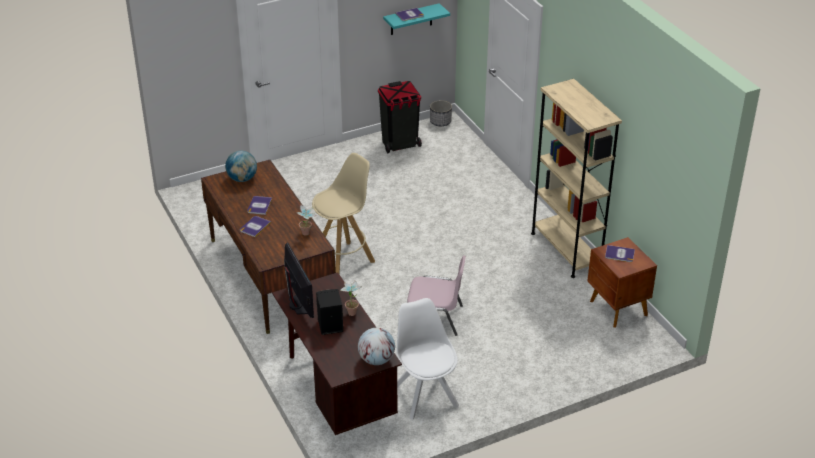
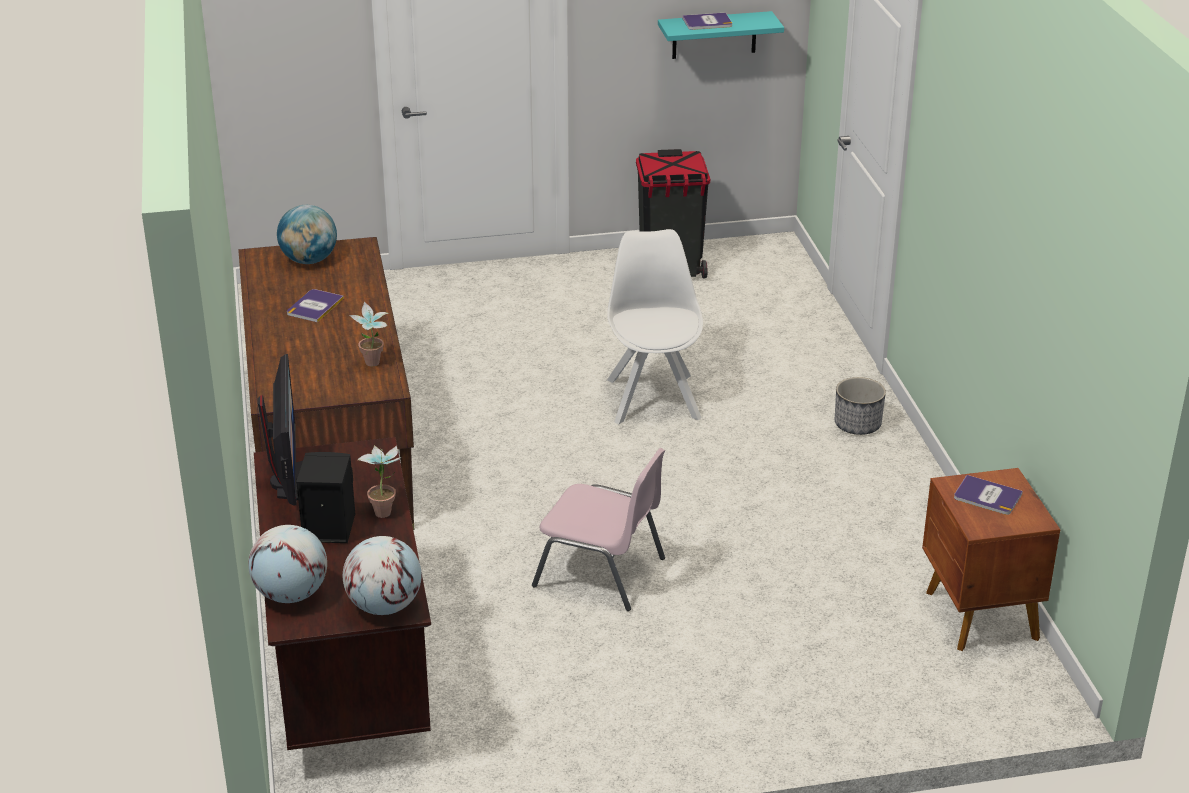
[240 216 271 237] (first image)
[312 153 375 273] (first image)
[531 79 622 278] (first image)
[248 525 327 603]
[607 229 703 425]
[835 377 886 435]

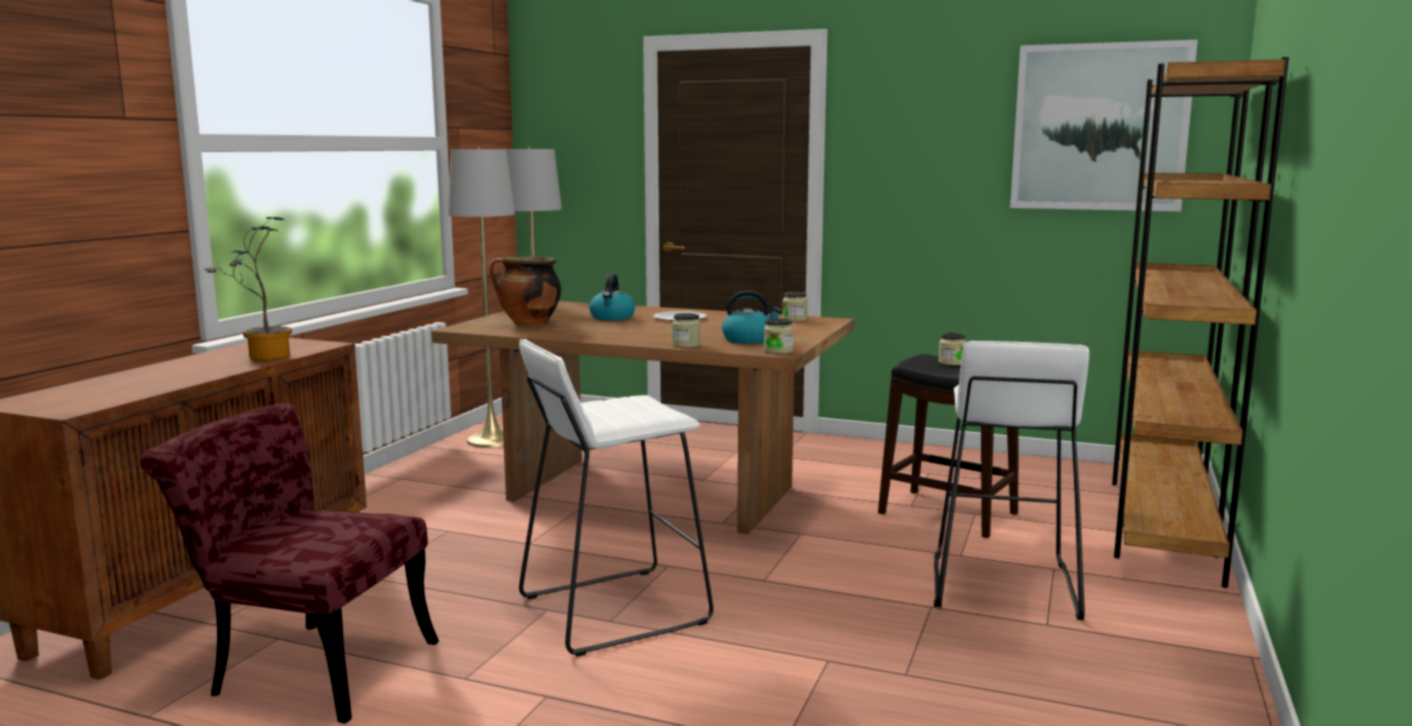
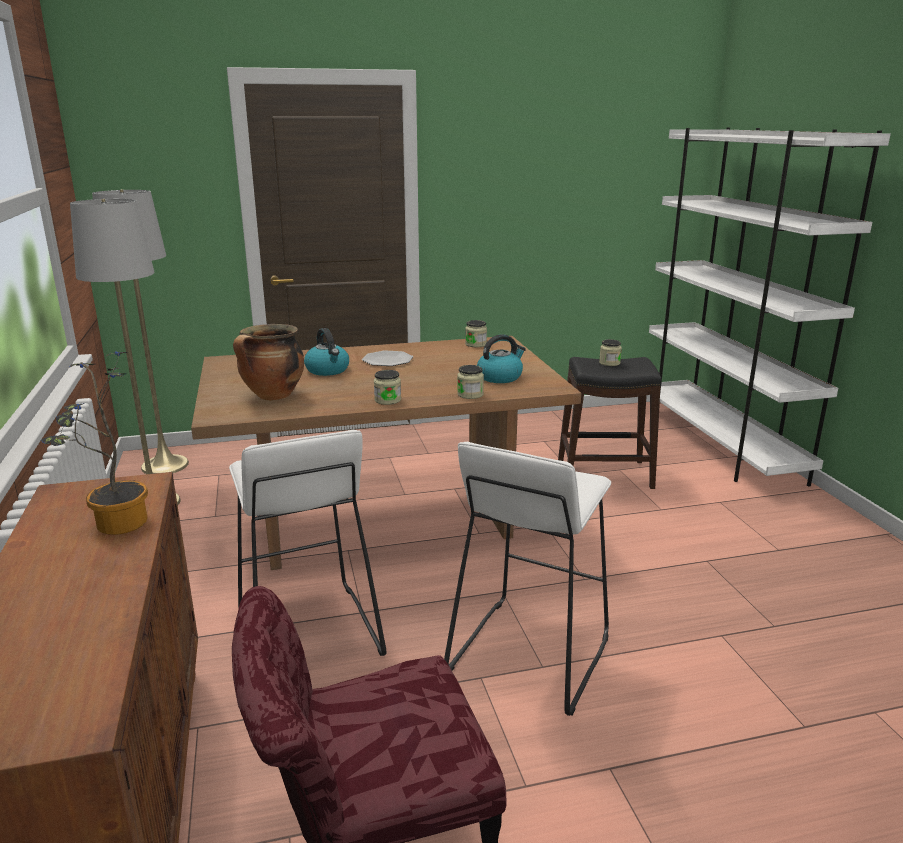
[1010 40 1198 211] (first image)
[374 370 401 405]
[229 430 386 656]
[649 127 891 487]

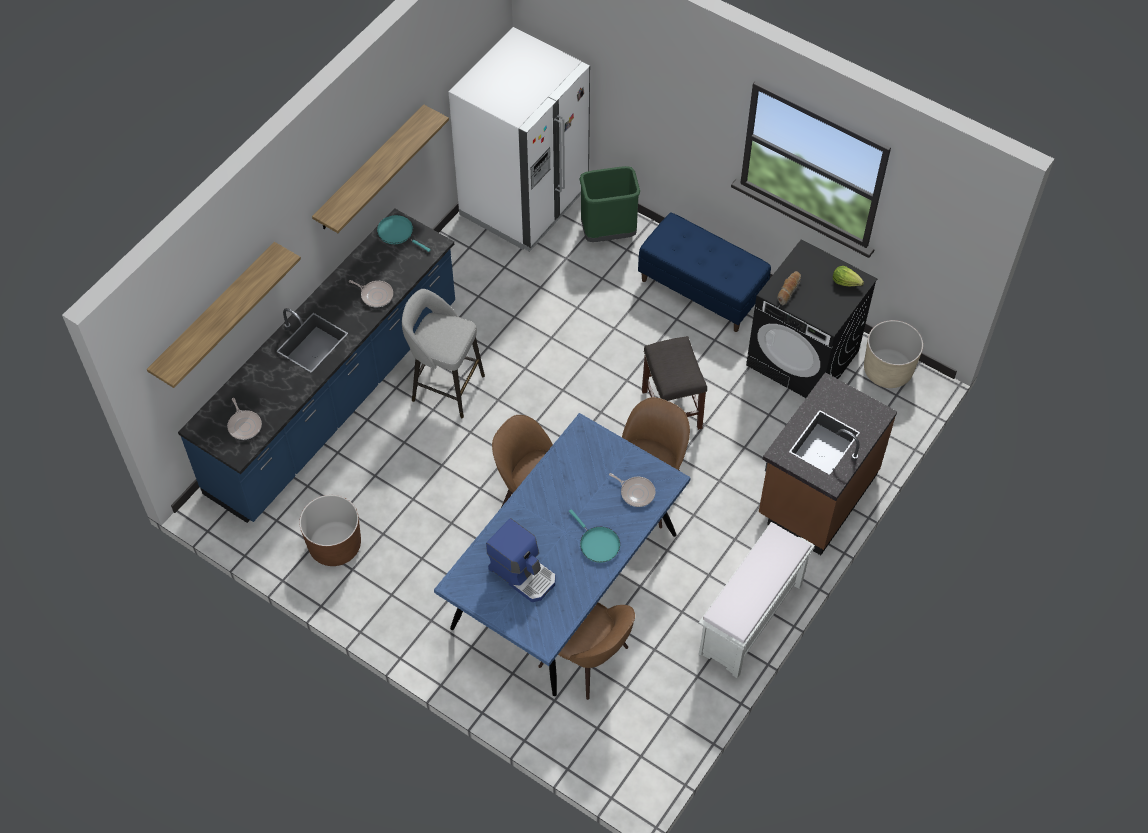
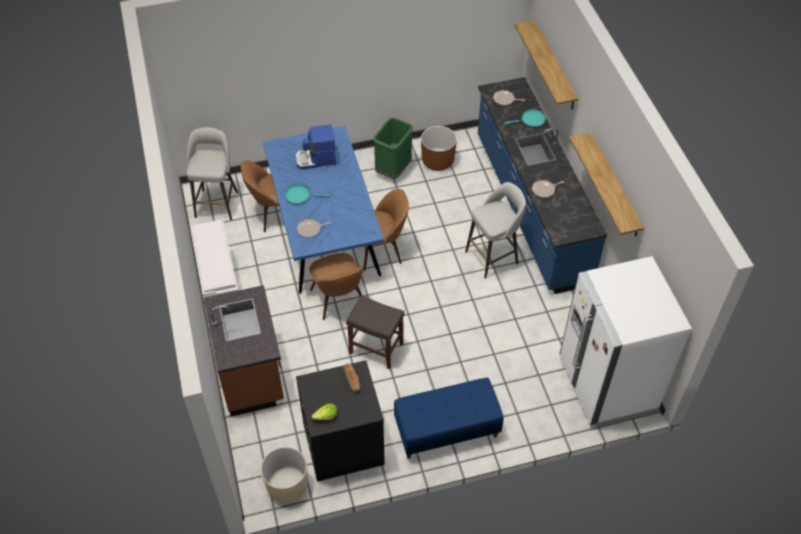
[186 127 239 220]
[504 109 546 127]
[373 118 413 179]

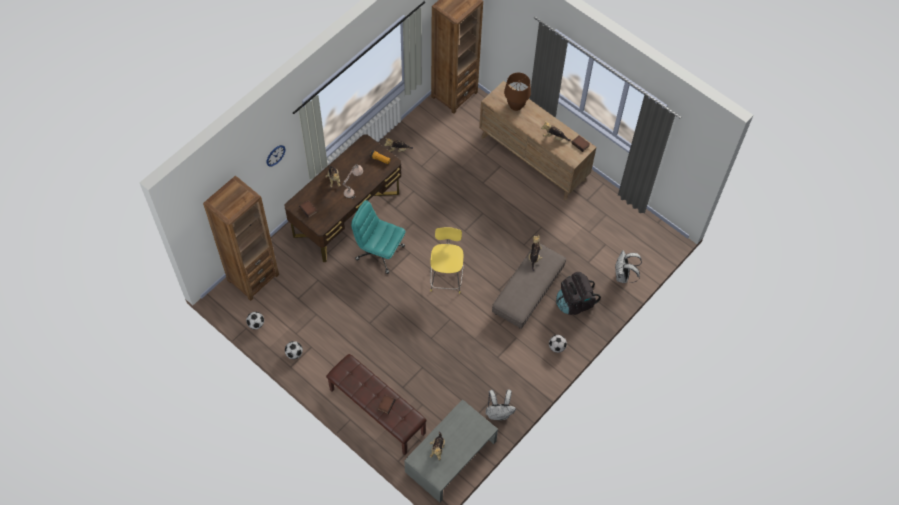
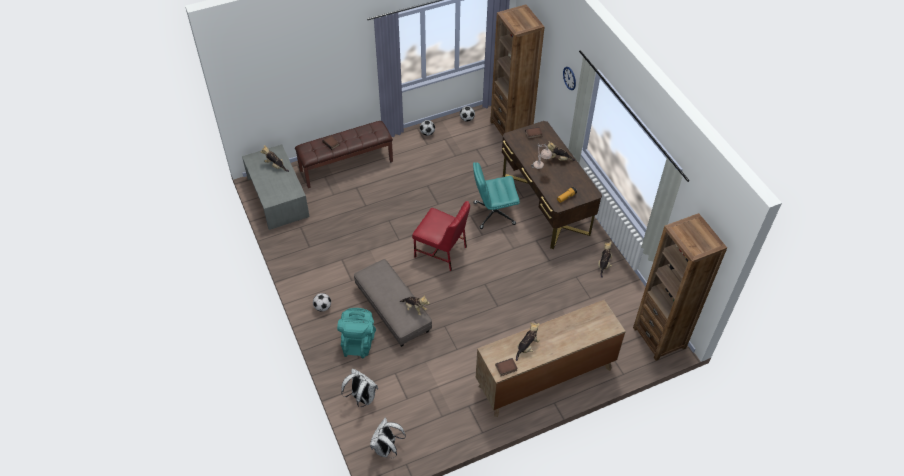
[504 73 531 111] (first image)
[370 417 406 458]
[412 201 470 271]
[337 308 376 358]
[473 162 520 229]

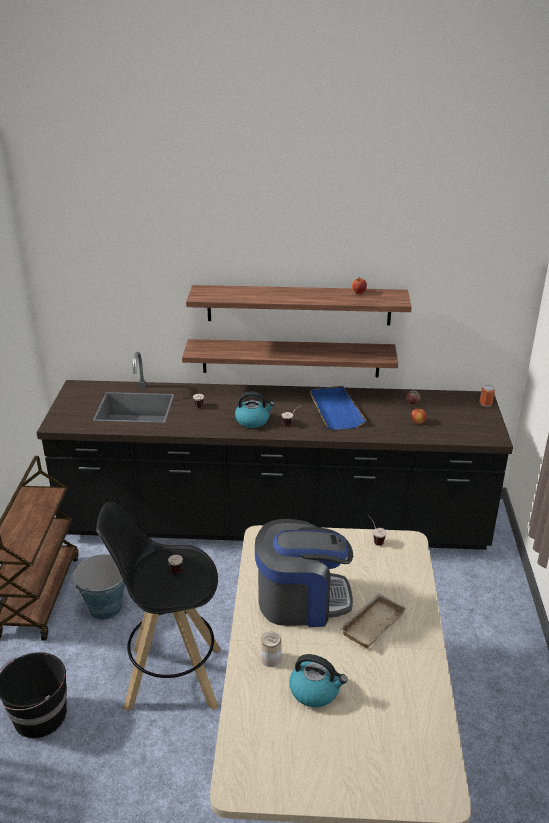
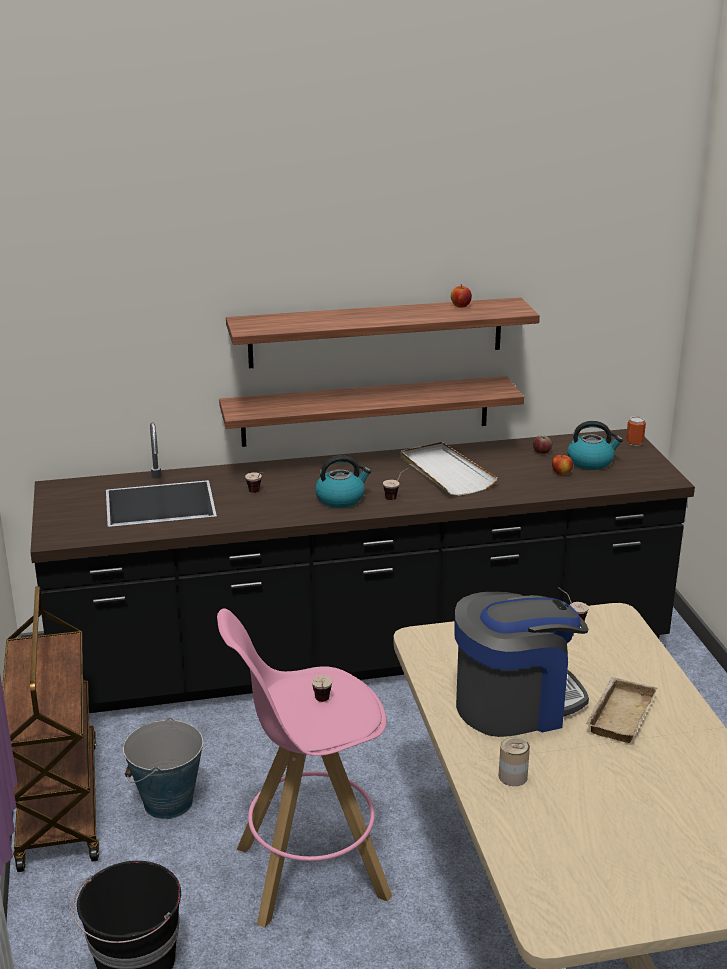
[567 421 623 470]
[217 608 392 928]
[400 442 498 496]

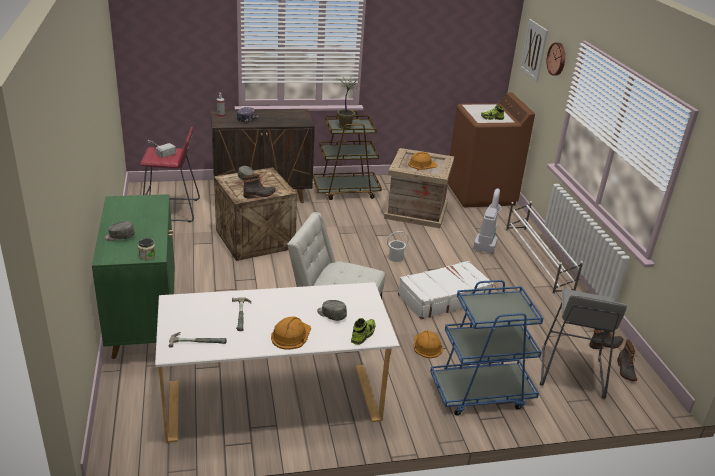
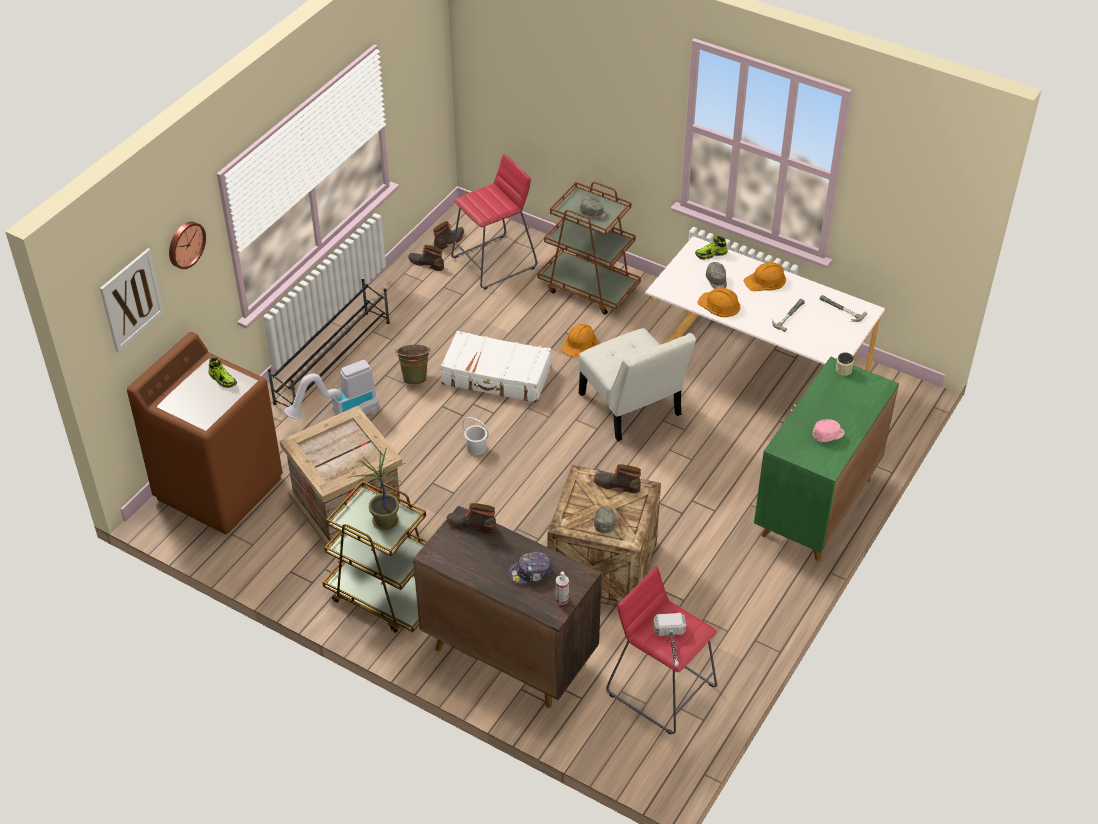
[395 345 431 385]
[447 503 496 533]
[812 419 844 442]
[580 197 608 219]
[697 288 740 317]
[538 182 641 315]
[268 279 390 407]
[451 154 537 289]

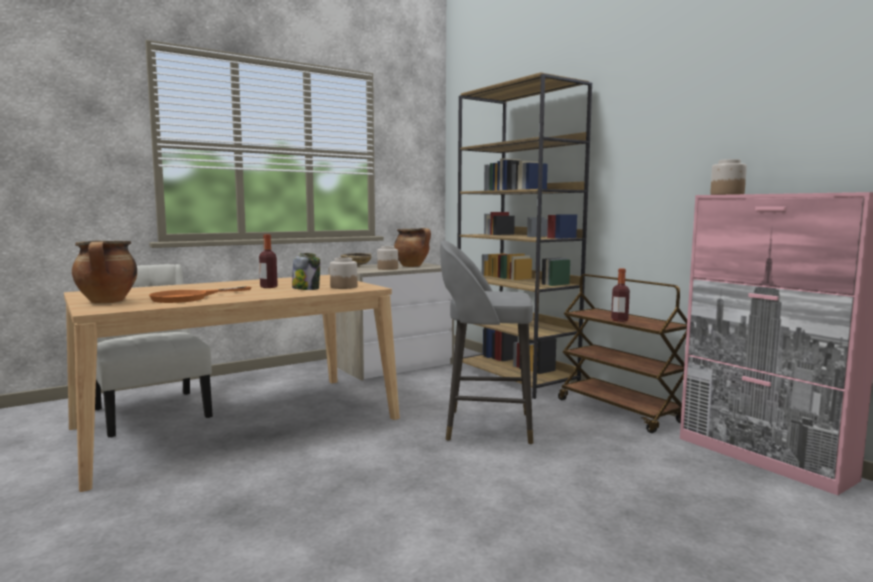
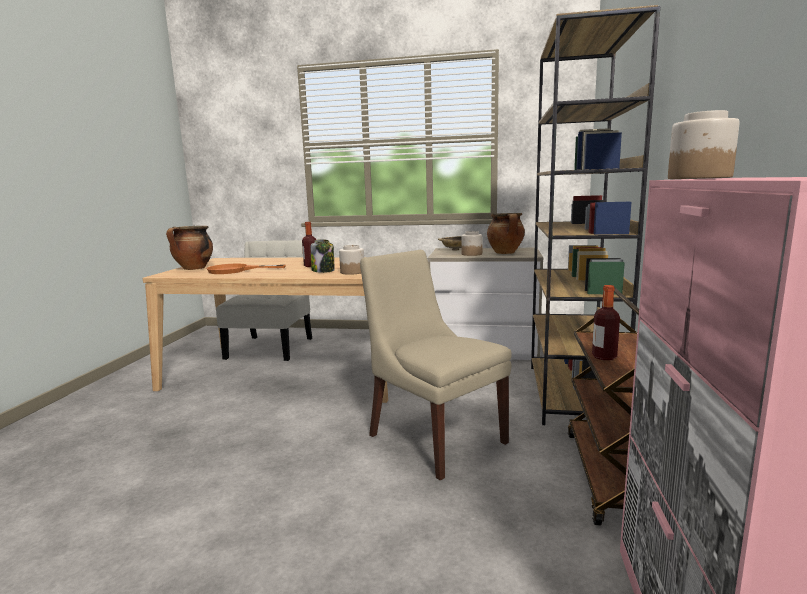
[360 250 512 481]

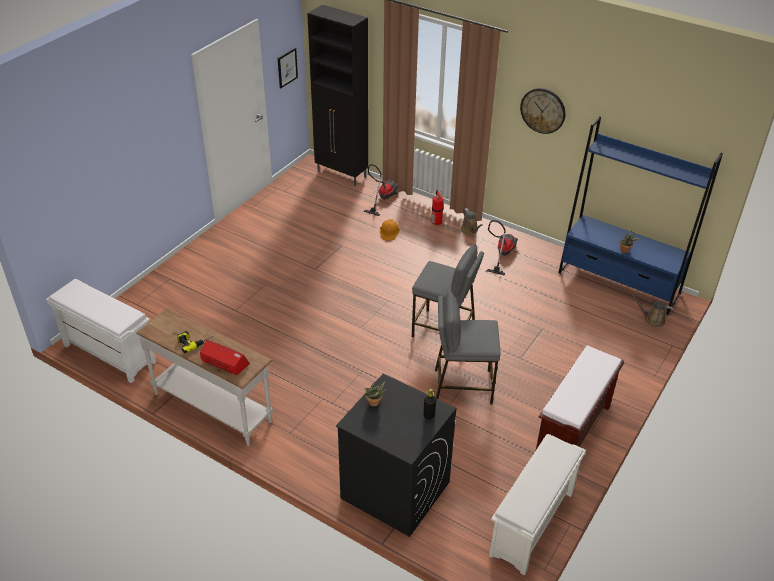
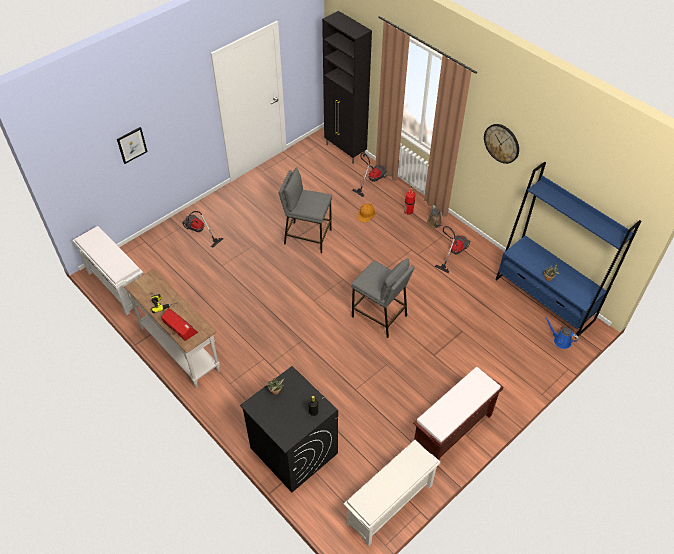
[182 211 223 248]
[117 127 147 164]
[279 167 332 253]
[545 317 579 349]

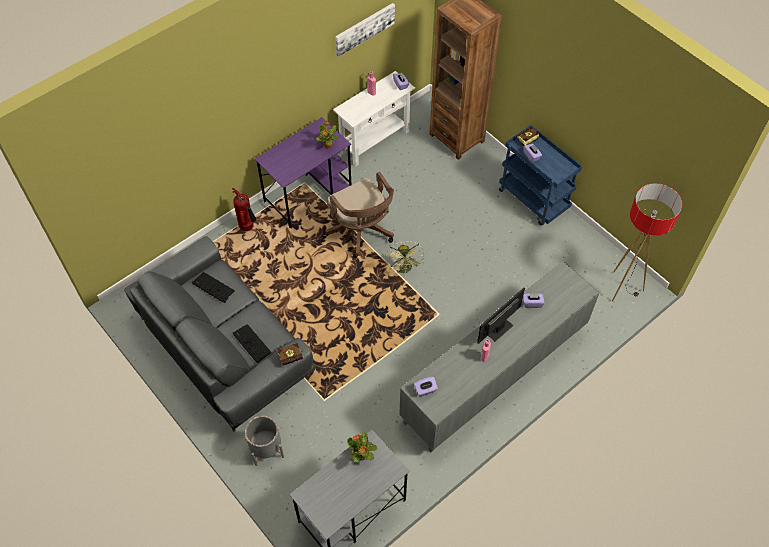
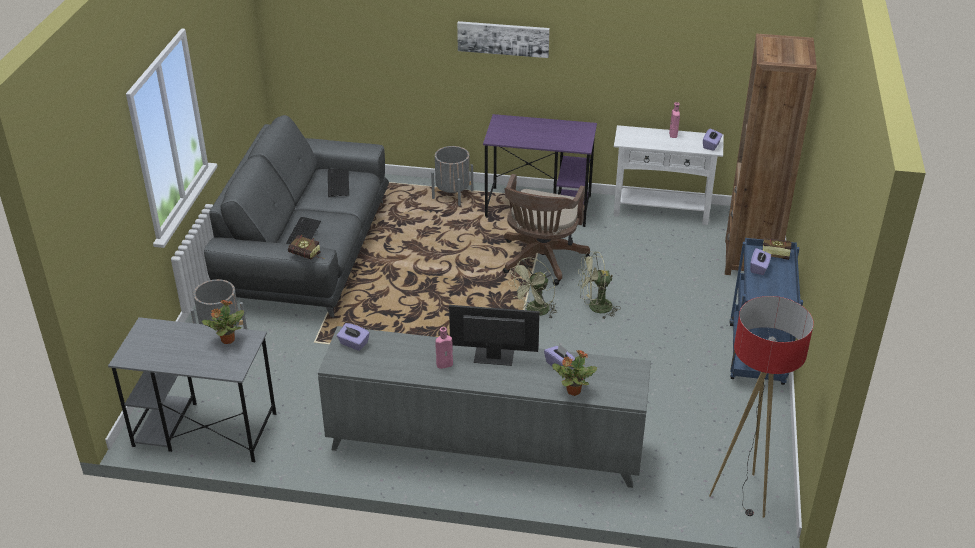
[578 252 621 319]
[552 350 597 396]
[457 21 550 58]
[431 146 473 206]

